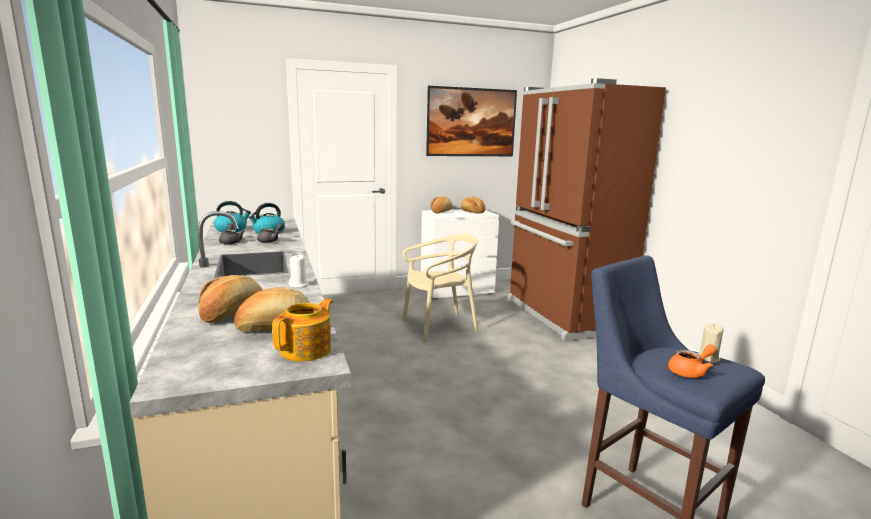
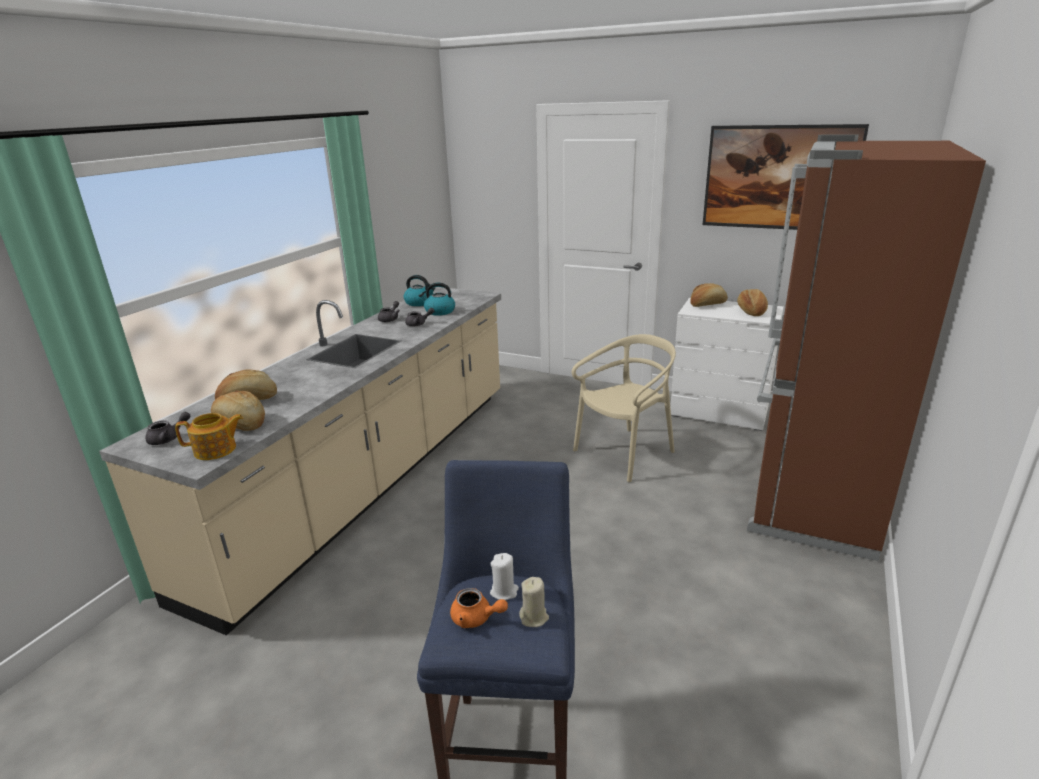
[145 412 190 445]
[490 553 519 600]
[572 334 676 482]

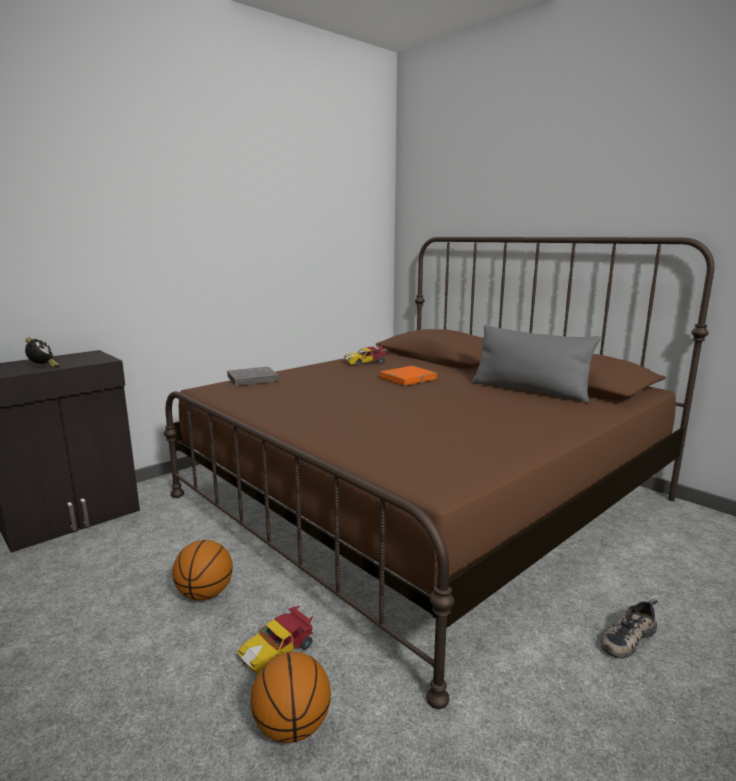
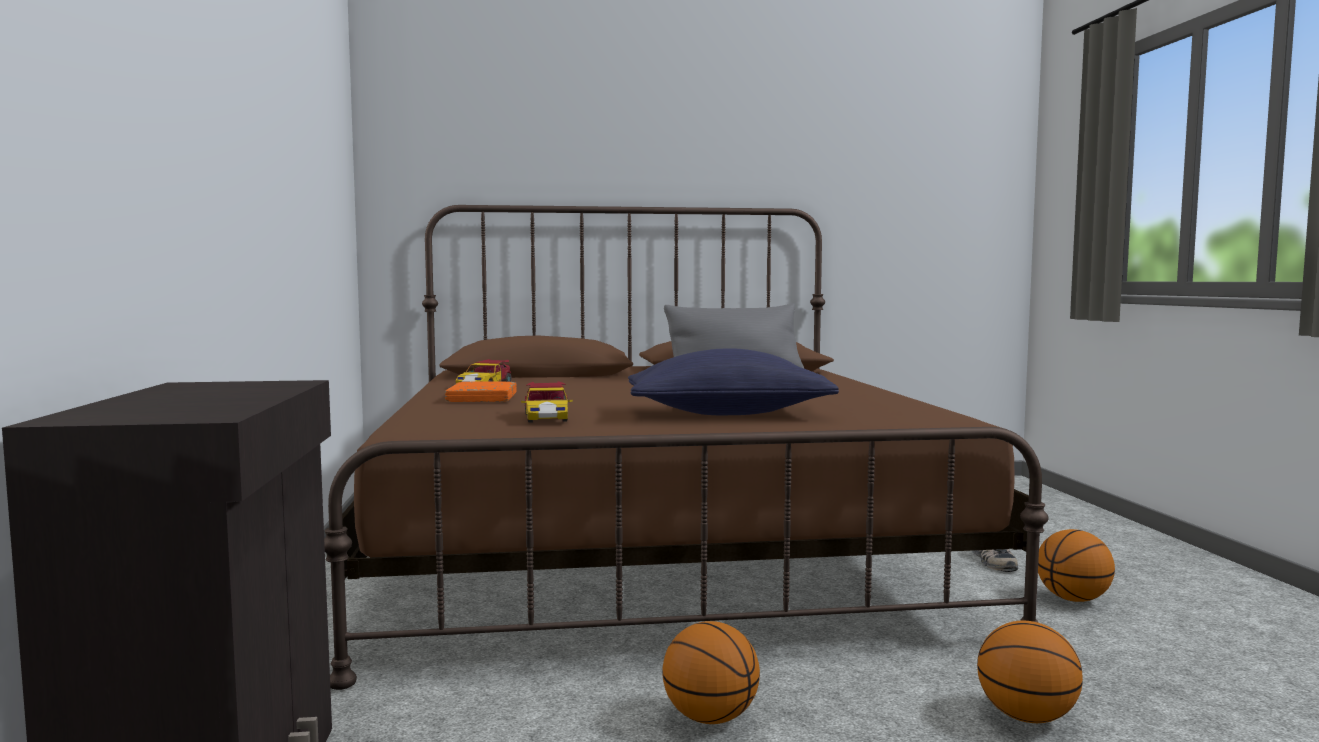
[25 337 59 367] (first image)
[227 367 279 386] (first image)
[628 348 839 415]
[1038 529 1115 602]
[521 381 573 422]
[445 381 517 402]

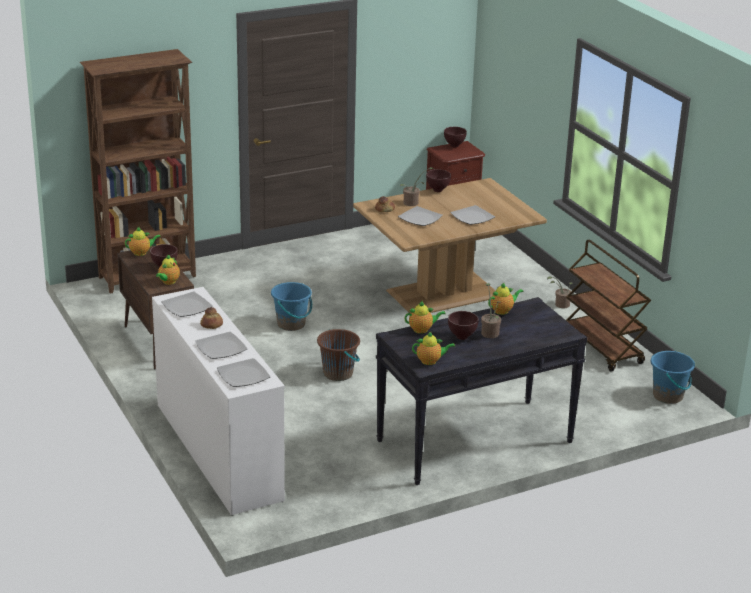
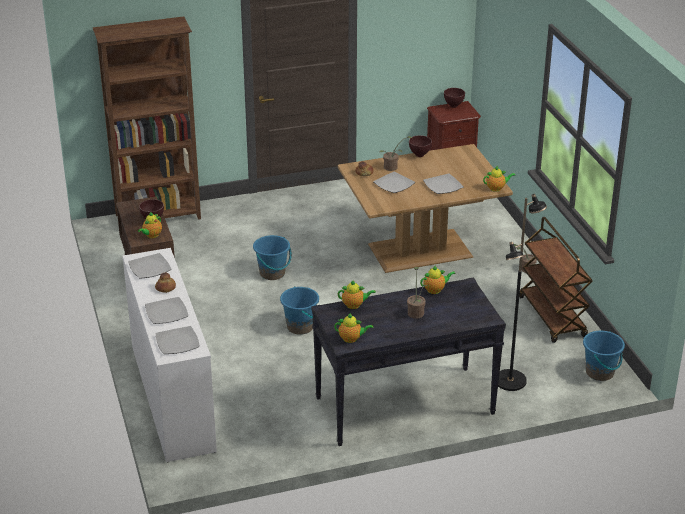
[448 311 479 340] (first image)
[498 194 547 391]
[483 166 515 192]
[280 286 319 335]

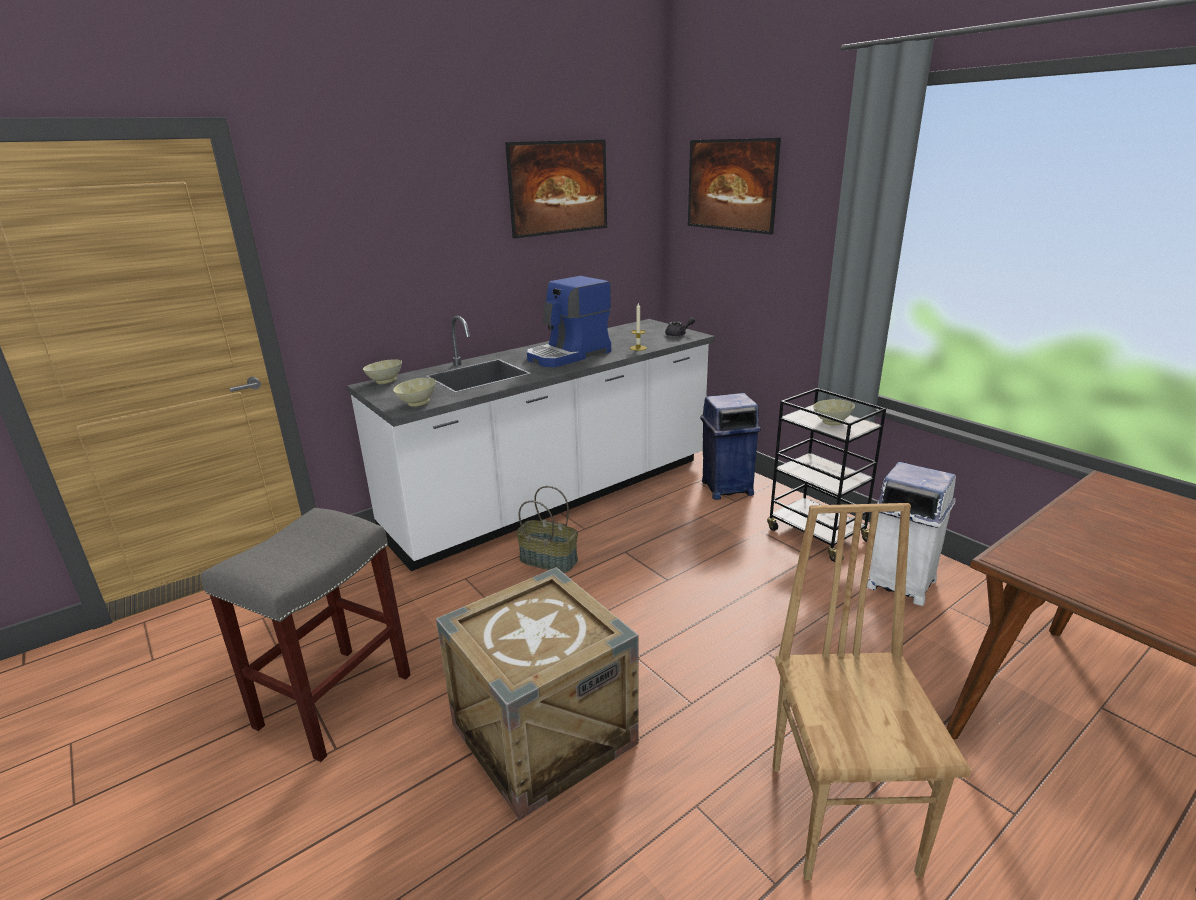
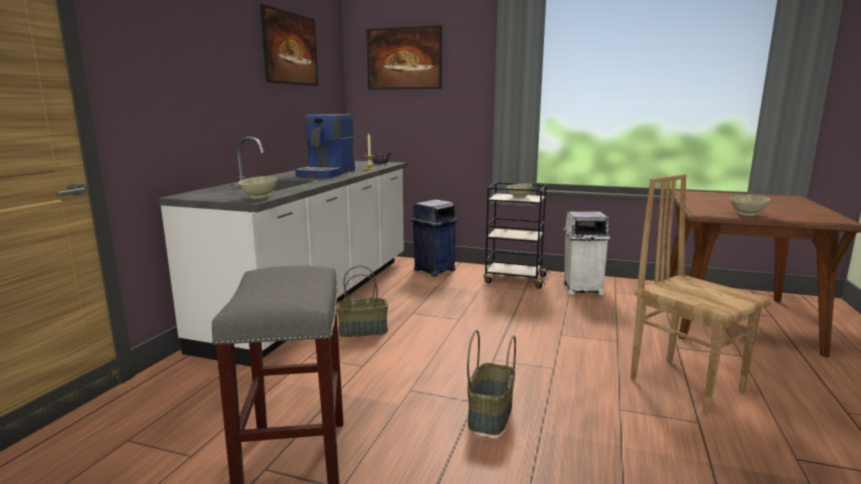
[730 195 770 216]
[467 330 516 435]

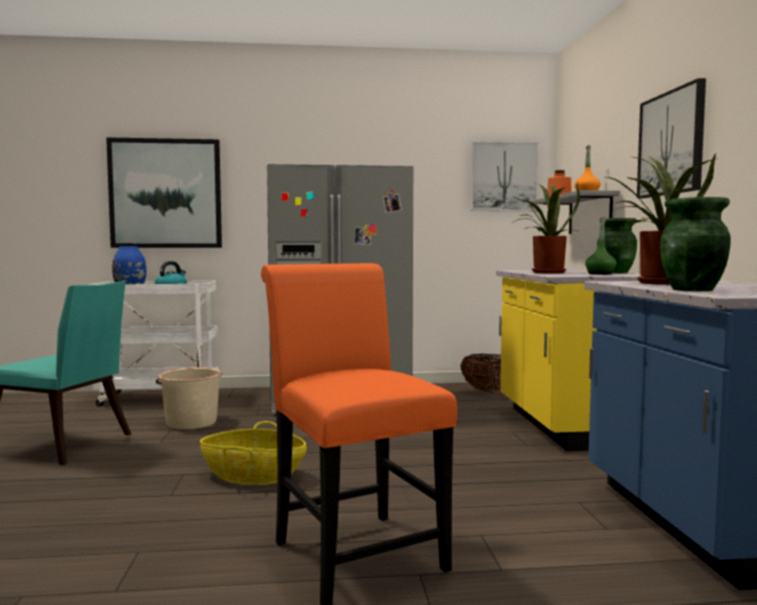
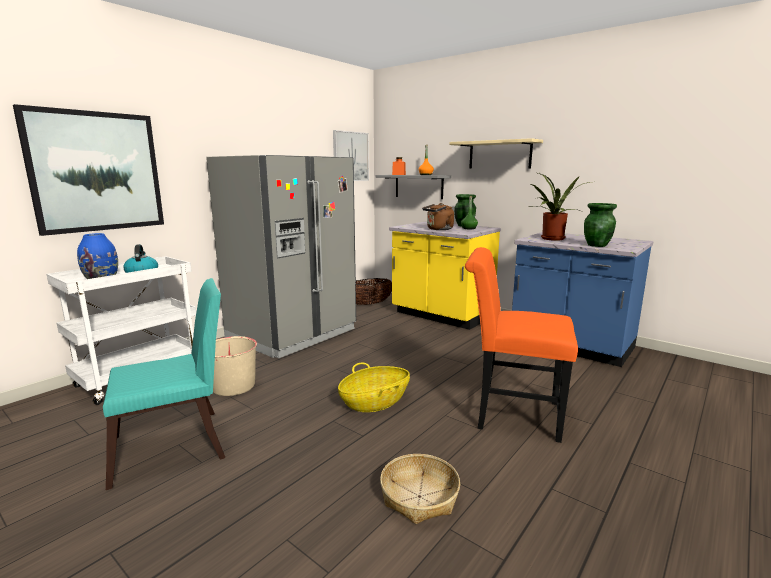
[380 454 460 524]
[422 203 454 230]
[449 138 543 168]

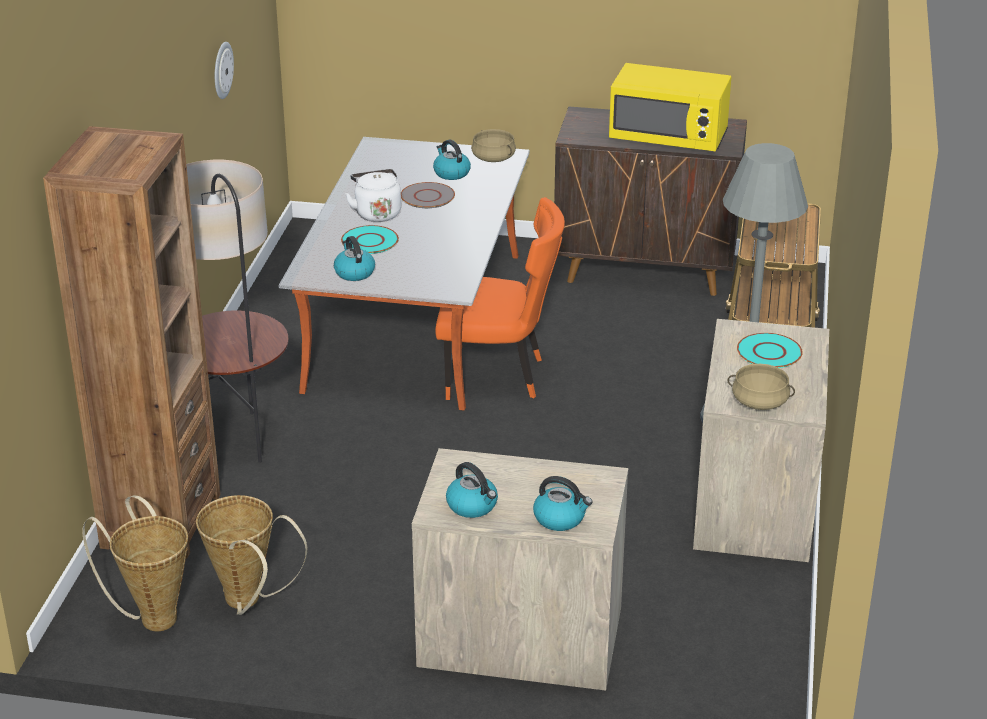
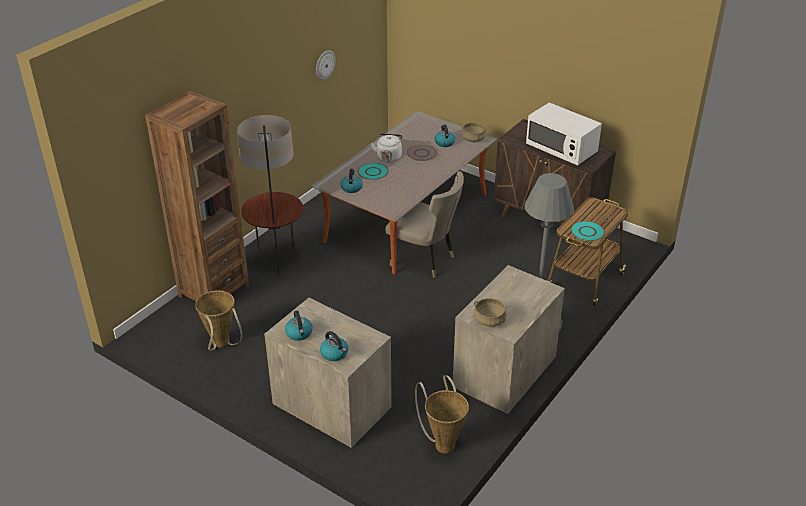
[415 375 469 454]
[571 221 605 241]
[386 171 464 278]
[526 103 602 165]

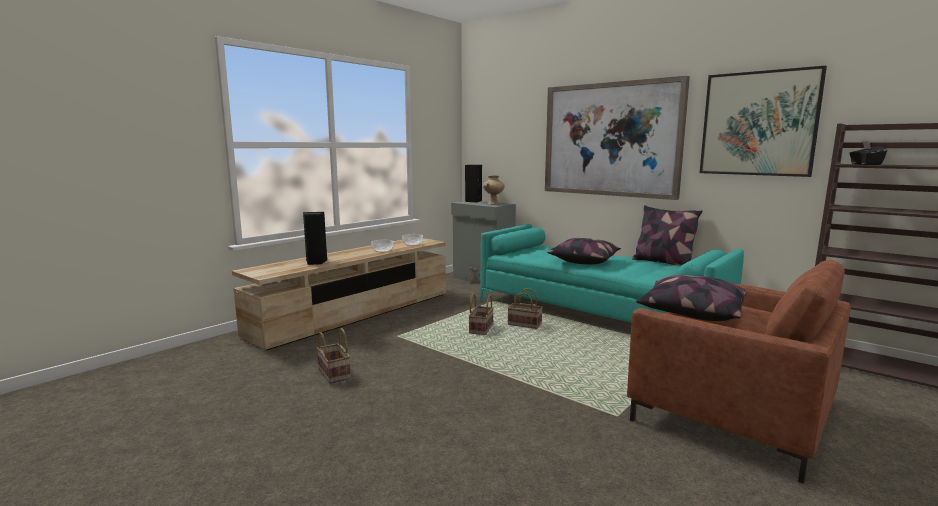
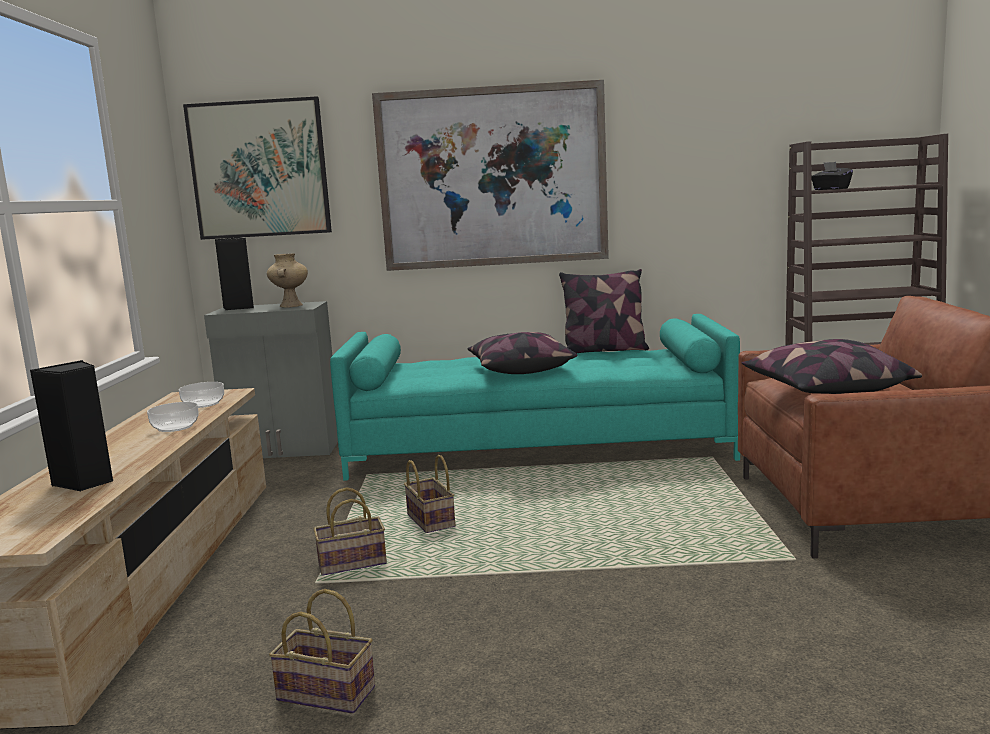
[313 487 387 576]
[183 96 332 240]

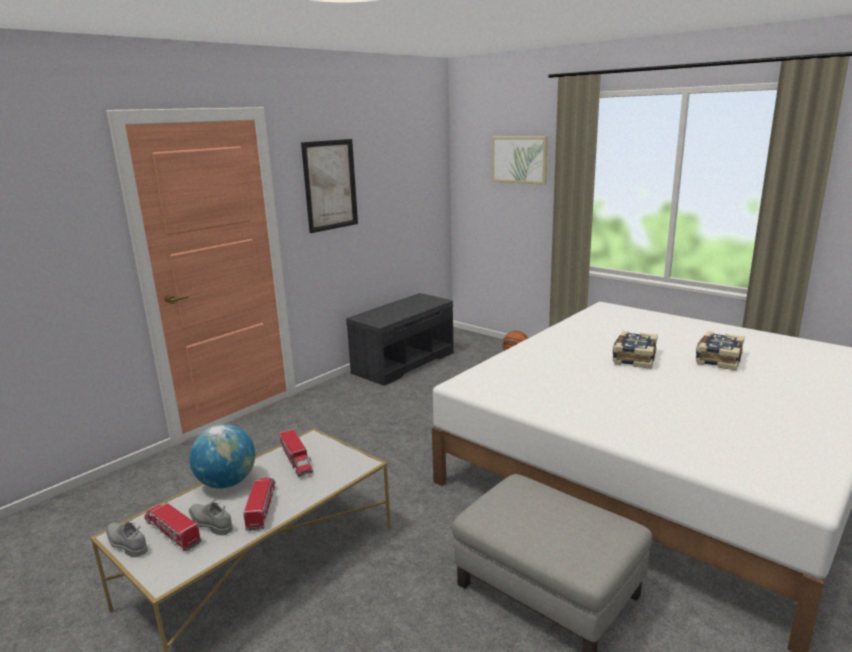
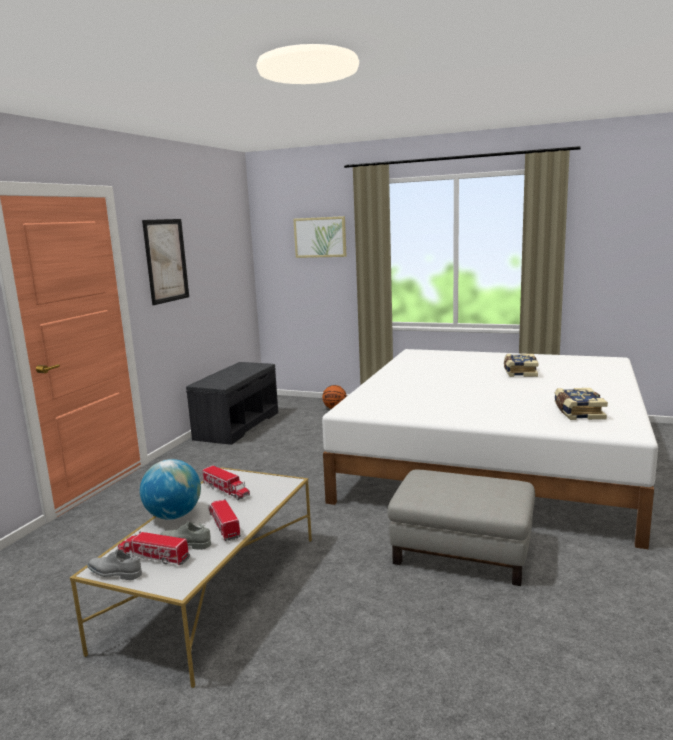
[554 388 608 420]

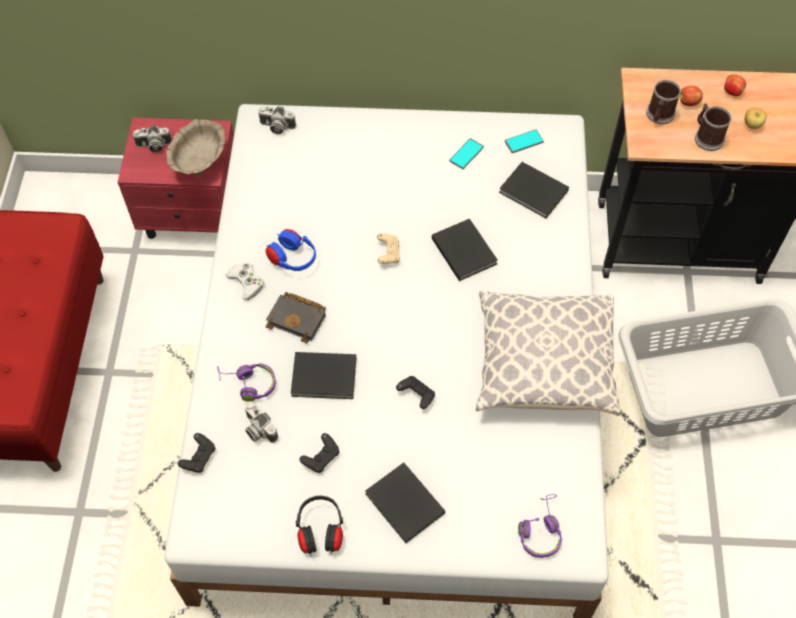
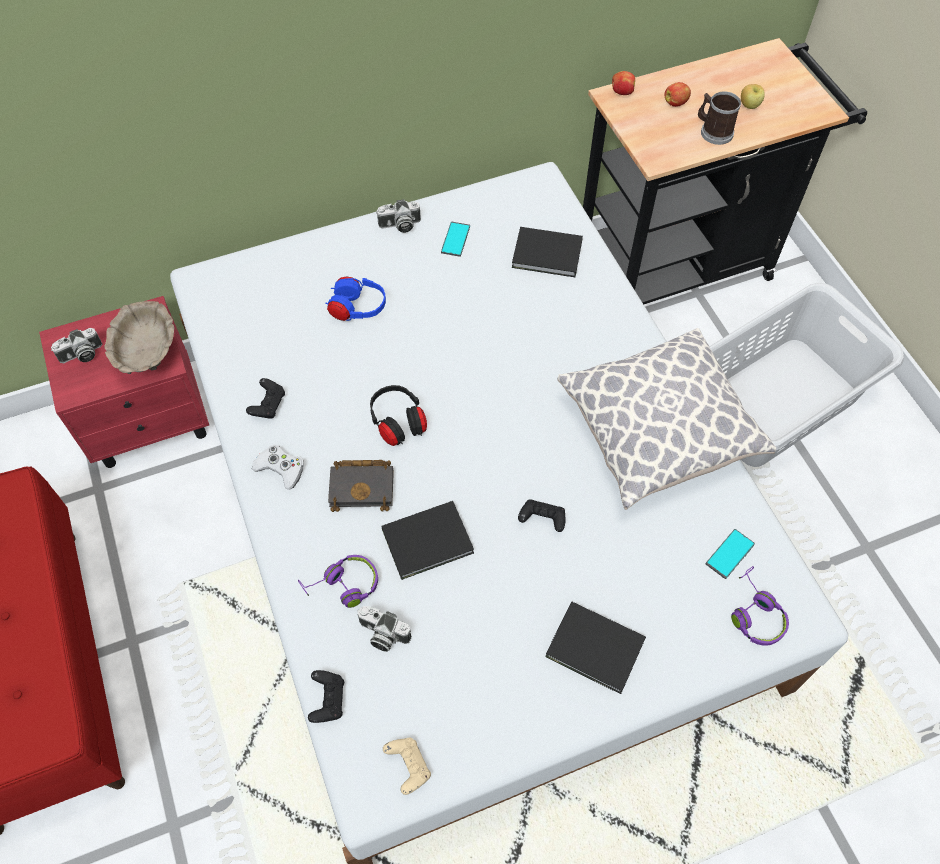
[432 219 498 281] (first image)
[646 80 681 124] (first image)
[376 199 421 233]
[325 276 386 321]
[370 385 427 446]
[246 378 285 419]
[383 738 431 795]
[706 529 755 579]
[612 71 635 95]

